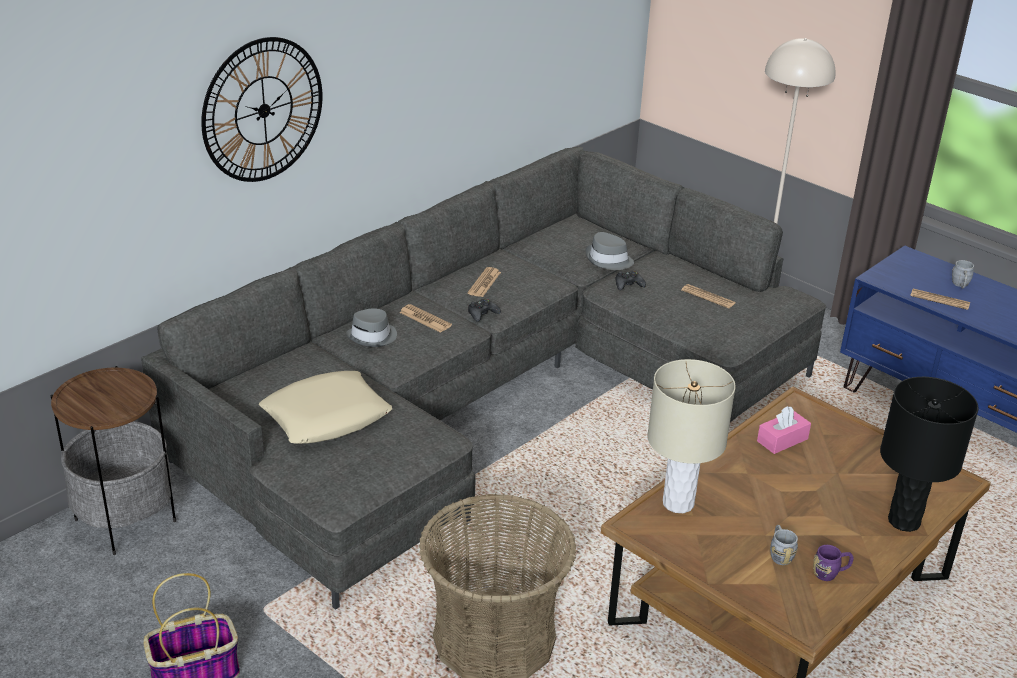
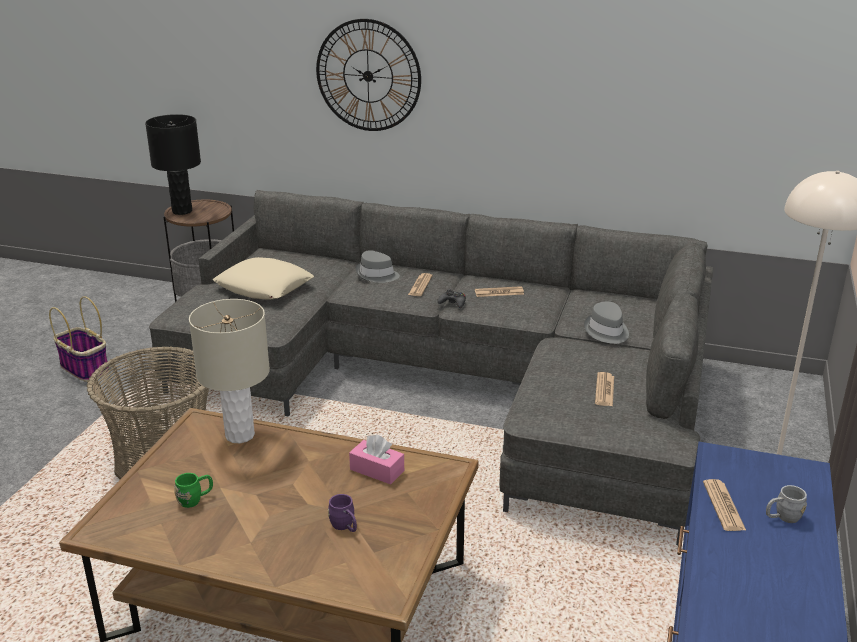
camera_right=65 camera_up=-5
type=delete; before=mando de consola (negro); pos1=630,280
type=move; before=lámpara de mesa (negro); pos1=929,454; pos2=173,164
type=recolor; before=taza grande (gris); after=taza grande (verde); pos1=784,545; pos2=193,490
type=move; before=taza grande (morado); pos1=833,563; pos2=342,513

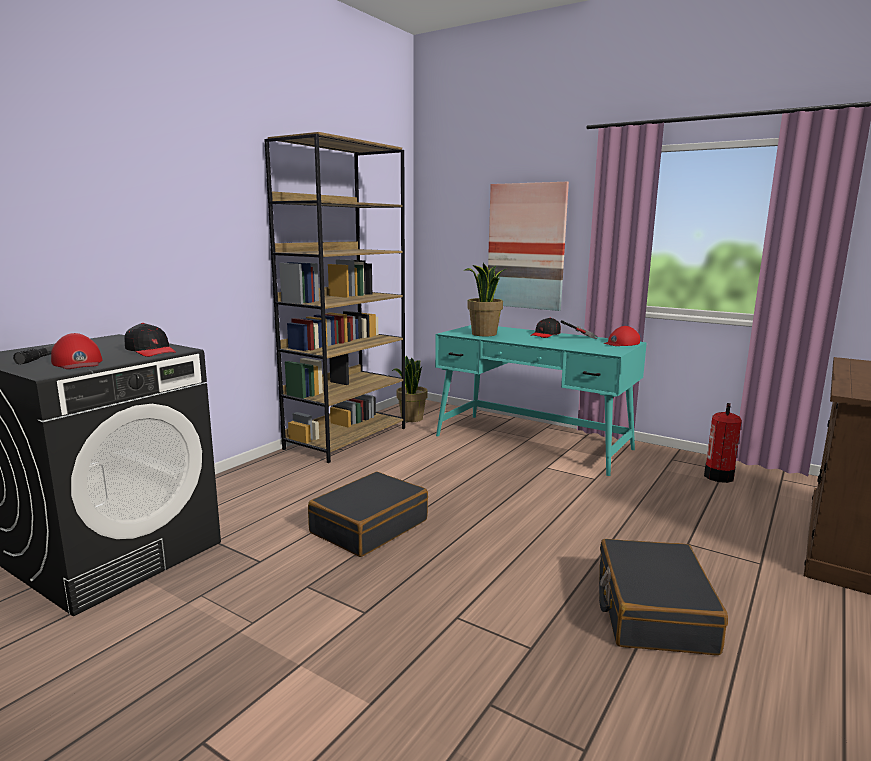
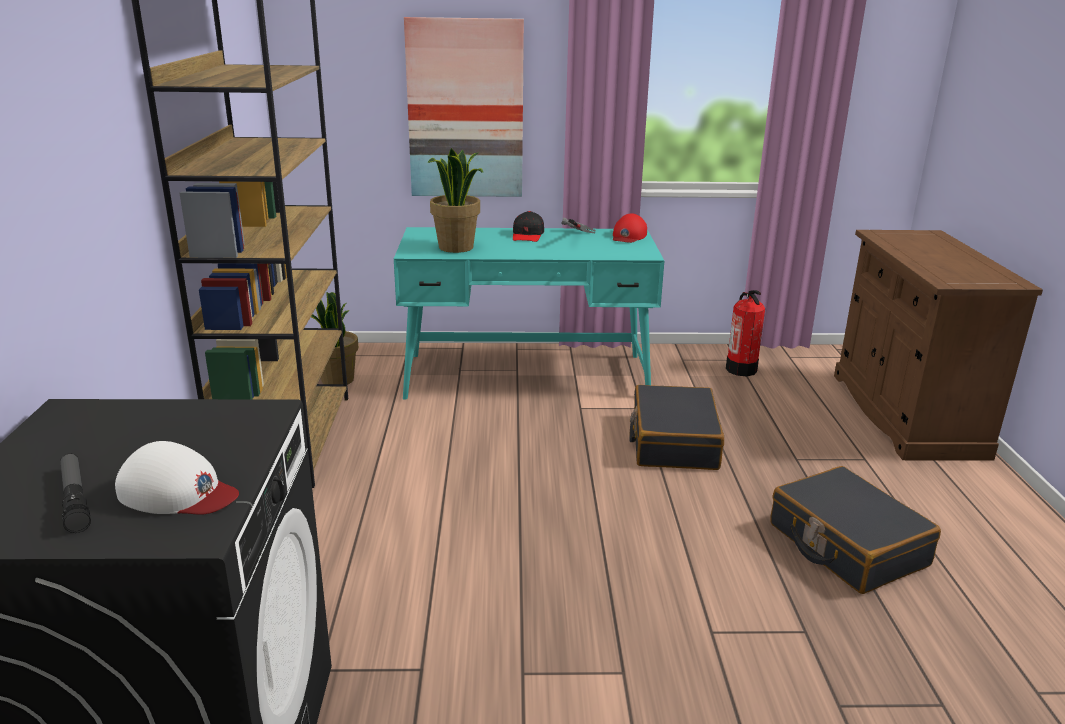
camera_right=-35 camera_up=10
type=delete; before=gorra (negro); pos1=150,340
type=recolor; before=gorra (rojo); after=gorra (blanco); pos1=76,351; pos2=177,478
type=move; before=maleta (negro); pos1=368,514; pos2=676,427

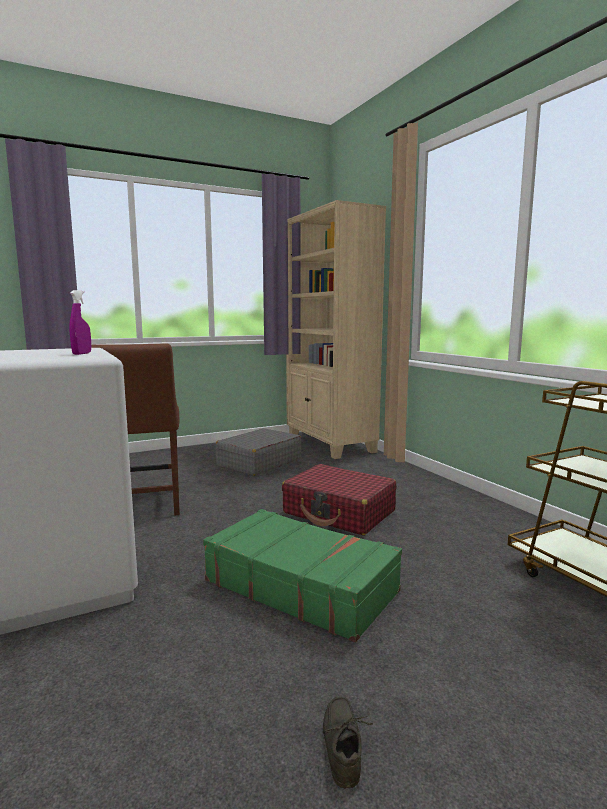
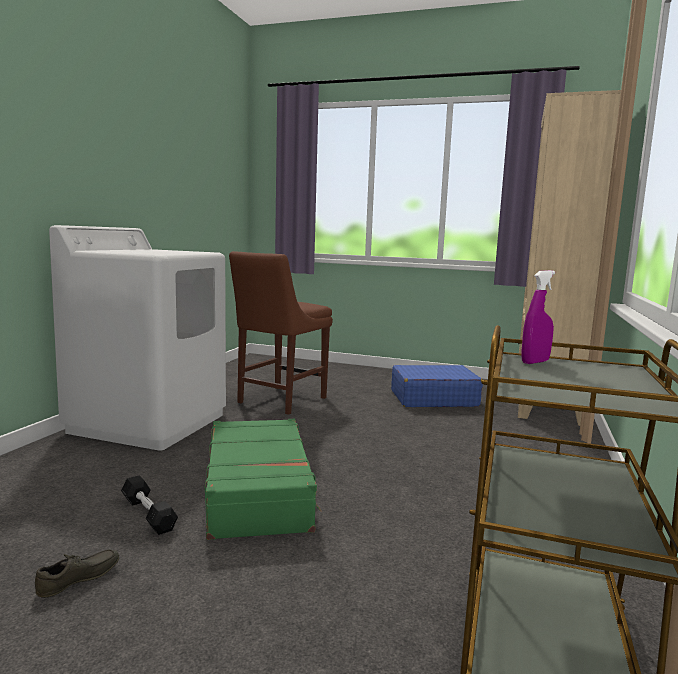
camera_right=45 camera_up=0
type=move; before=pulverizador (morado); pos1=80,322; pos2=538,317
type=recolor; before=maleta (gris); after=maleta (azul); pos1=258,452; pos2=437,386
type=delete; before=maleta (rojo); pos1=339,499
type=insert; after=mancuerna (negro); pos2=149,505

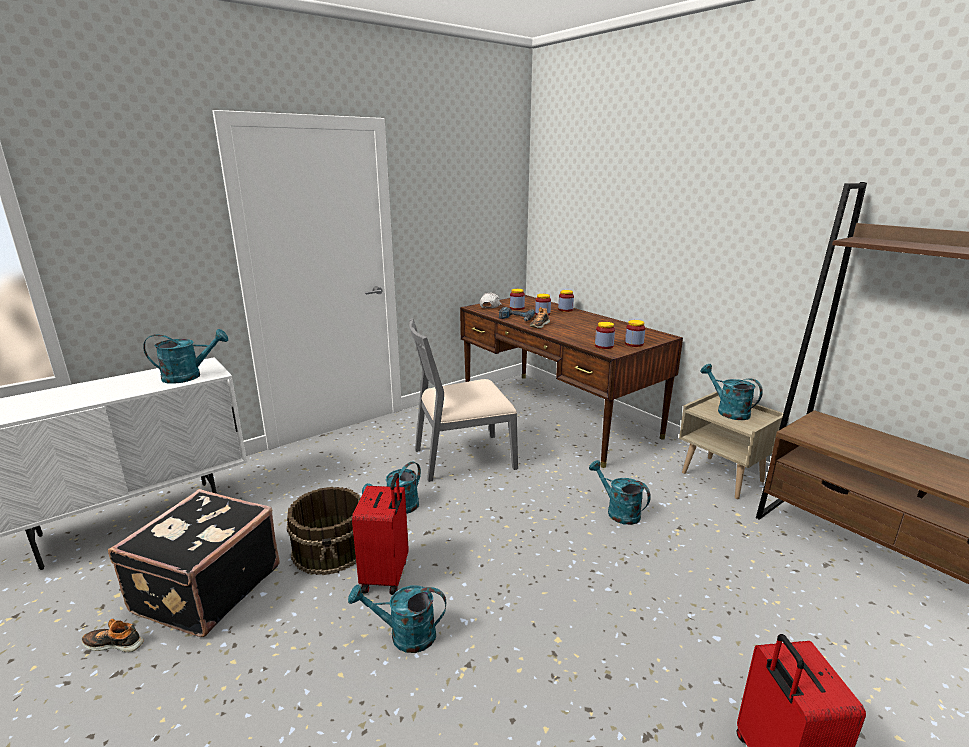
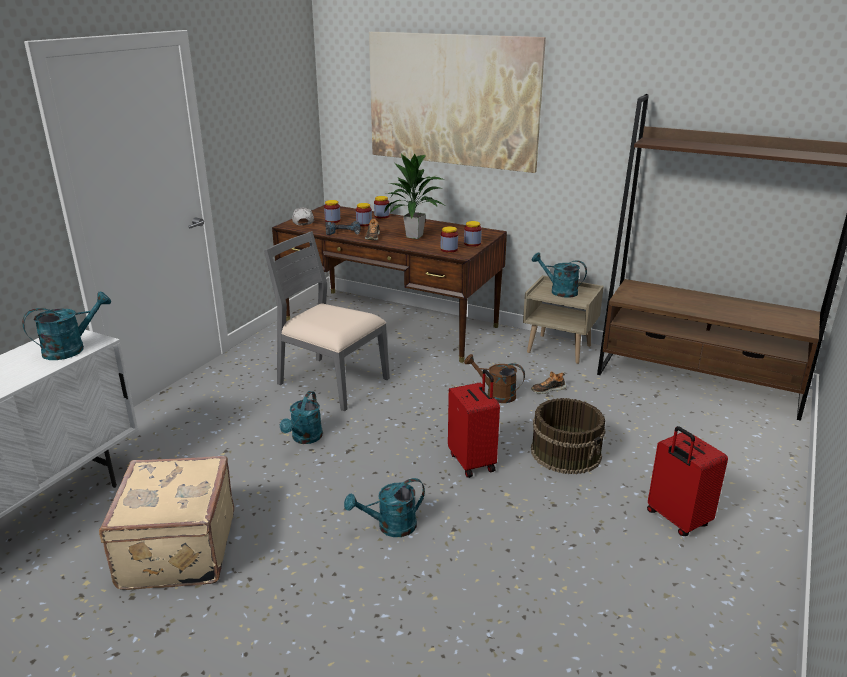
camera_right=-25 camera_up=5
type=rotate; before=silla (gris); pos1=463,400; pos2=327,321; turn=75
type=recolor; before=regadera (turquesa); after=regadera (marrón); pos1=620,492; pos2=494,378
type=move; before=maleta (rojo); pos1=380,534; pos2=474,423
type=move; before=cubo (marrón); pos1=324,531; pos2=568,436
type=recolor; before=maleta (negro); after=maleta (beis); pos1=194,563; pos2=166,523
type=move; before=zapato; pos1=113,635; pos2=549,382
type=insert; after=cuadro; pos2=457,102
type=insert; after=planta en maceta; pos2=414,196

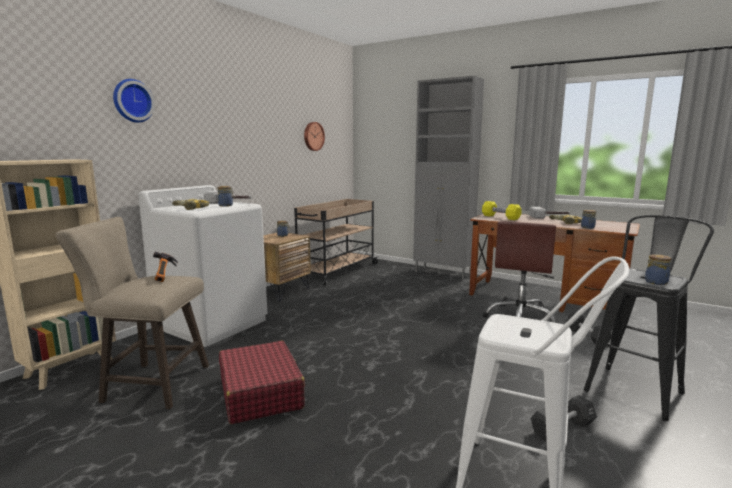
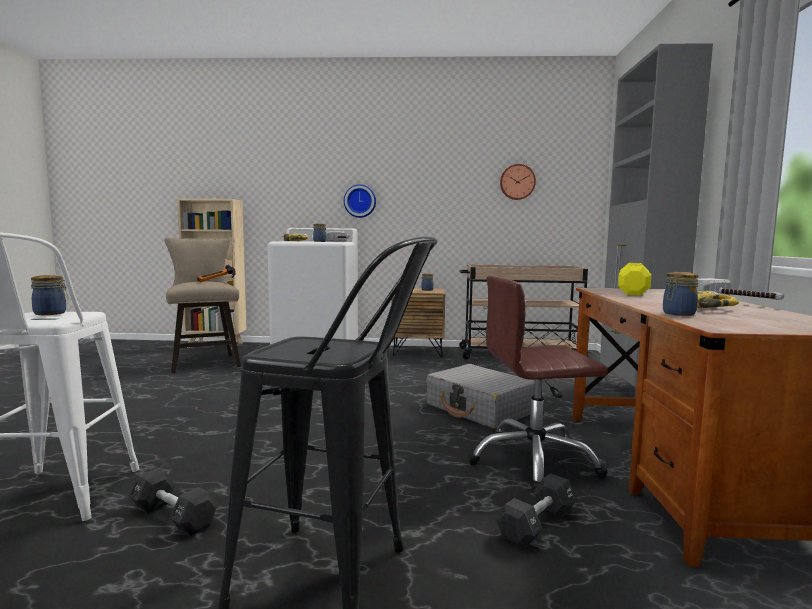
camera_right=60 camera_up=-5
type=move; before=reloj de pared; pos1=134,101; pos2=360,201
type=move; before=tarro; pos1=658,269; pos2=49,295
type=delete; before=maleta (rojo); pos1=262,382
type=insert; after=maleta (gris); pos2=480,396

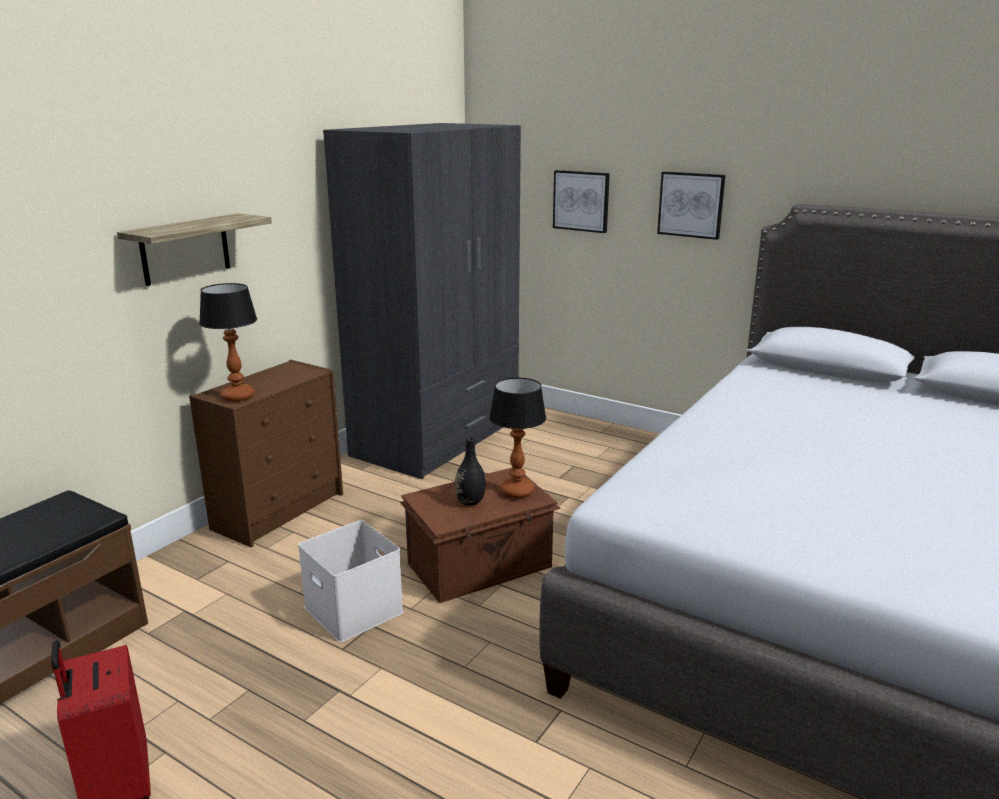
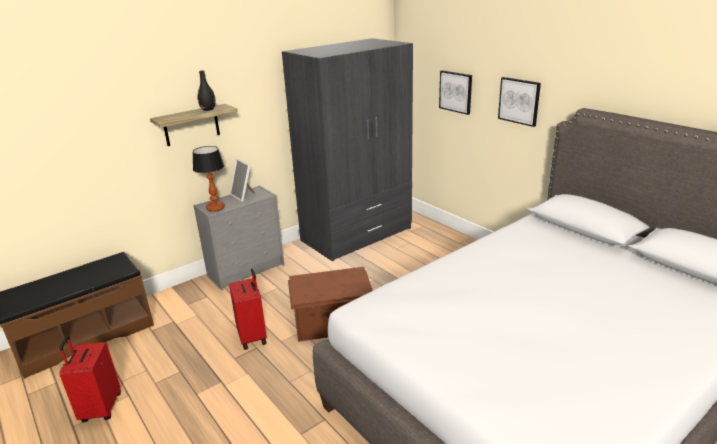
camera_right=20 camera_up=5
type=recolor; before=cómoda (marrón); after=cómoda (gris); pos1=266,454; pos2=239,237
type=delete; before=lámpara de mesa; pos1=517,437
type=move; before=florero (negro); pos1=470,471; pos2=206,90
type=replace; before=caja de almacenaje (blanco); after=maleta (rojo); pos1=351,581; pos2=248,309
type=insert; after=portarretratos; pos2=243,180

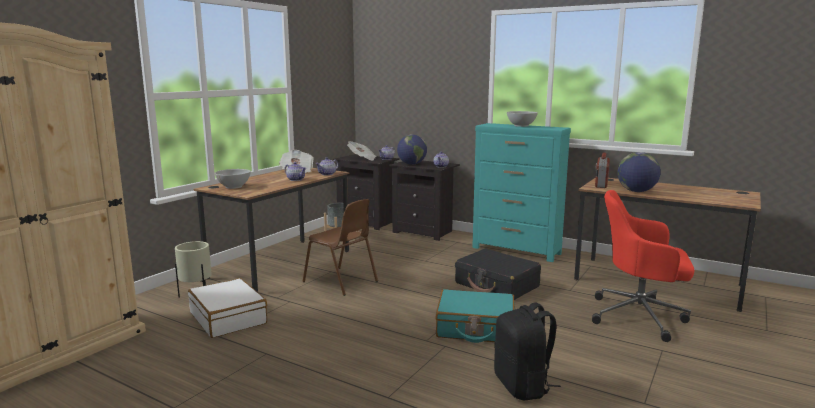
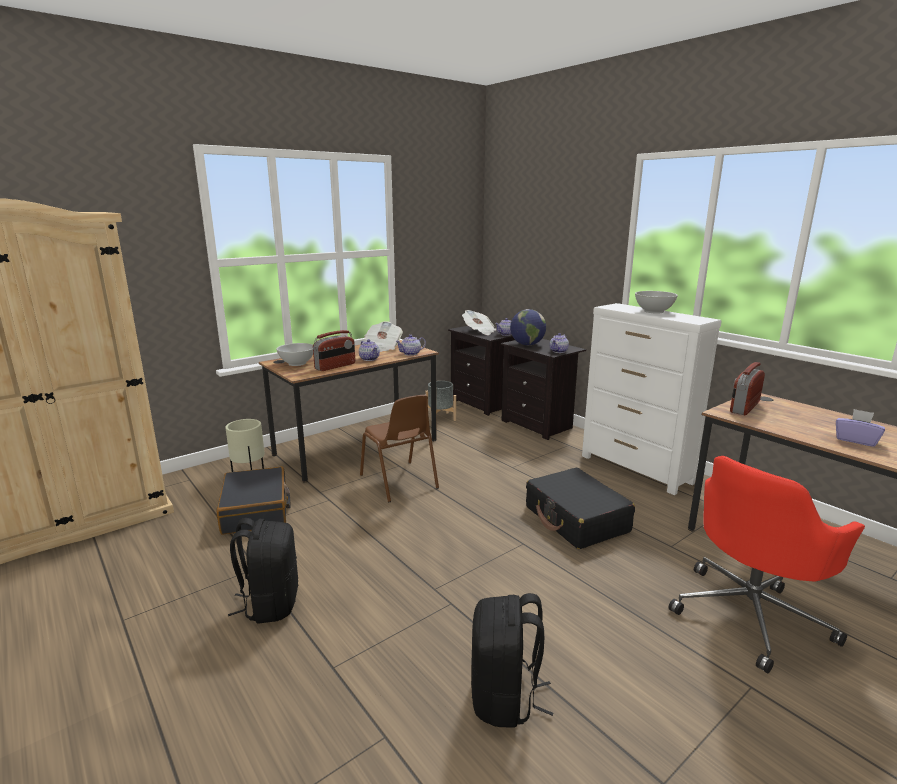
camera_right=20 camera_up=5
type=recolor; before=cómoda (turquesa); after=cómoda (blanco); pos1=521,192; pos2=652,399
type=delete; before=globo terráqueo; pos1=639,172
type=rotate; before=silla de oficina (rojo); pos1=643,266; pos2=767,564; turn=-75
type=recolor; before=maleta (blanco); after=maleta (negro); pos1=227,308; pos2=254,500
type=delete; before=maleta (turquesa); pos1=475,316
type=insert; after=radio; pos2=334,350
type=insert; after=caja de pañuelos (morado); pos2=860,428
type=insert; after=mochila (negro); pos2=263,571

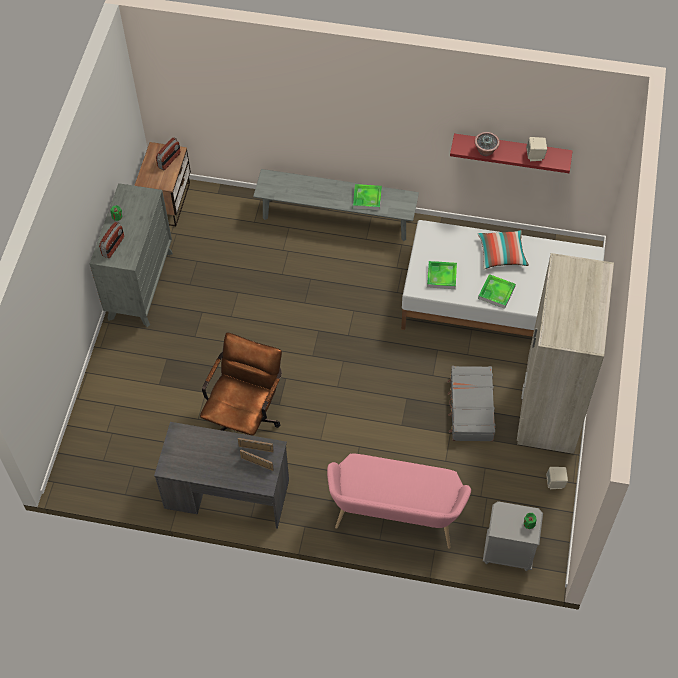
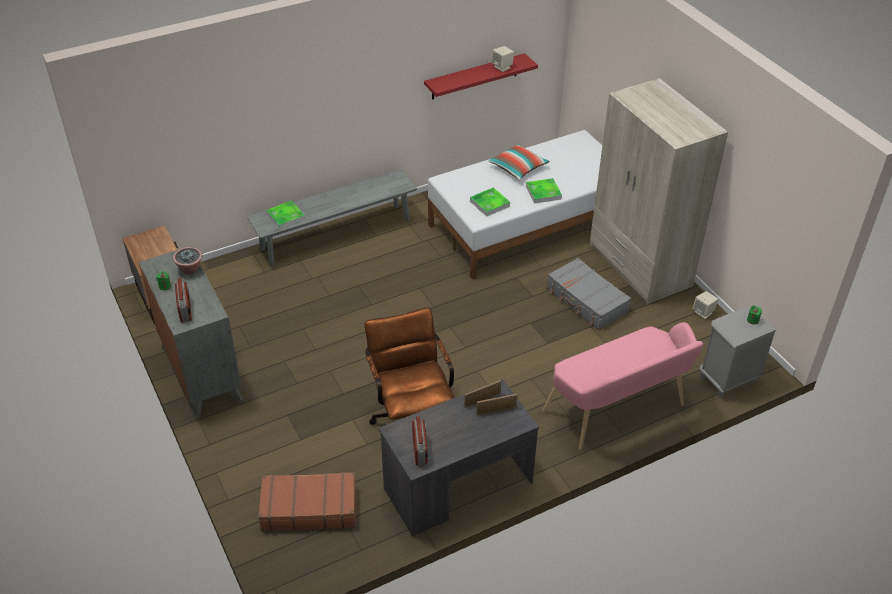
camera_right=-40 camera_up=-15
type=move; before=planta en maceta; pos1=487,144; pos2=187,260
type=move; before=radio; pos1=168,153; pos2=420,440
type=move; before=bandeja; pos1=367,197; pos2=285,214
type=insert; after=maleta (marrón); pos2=307,501

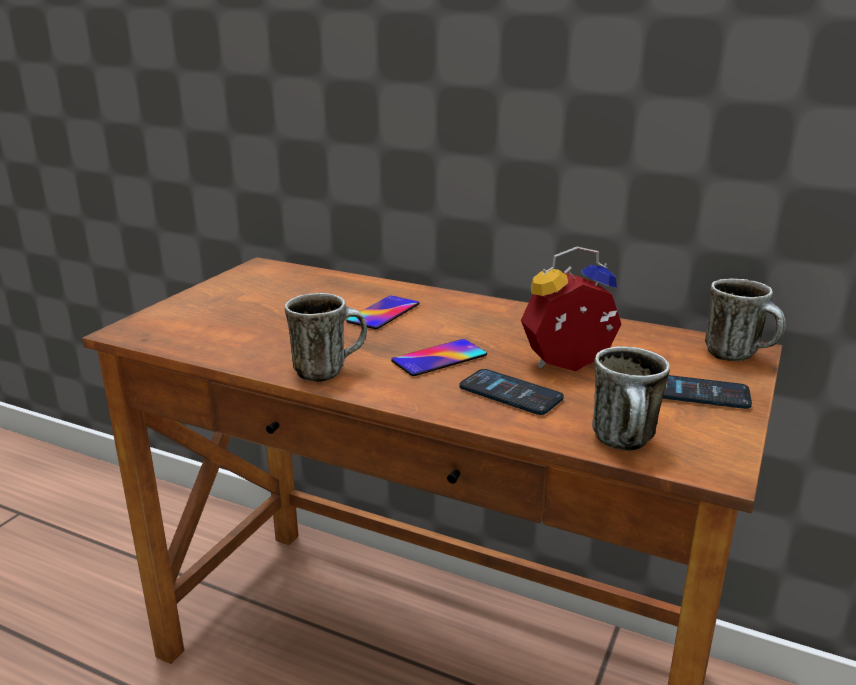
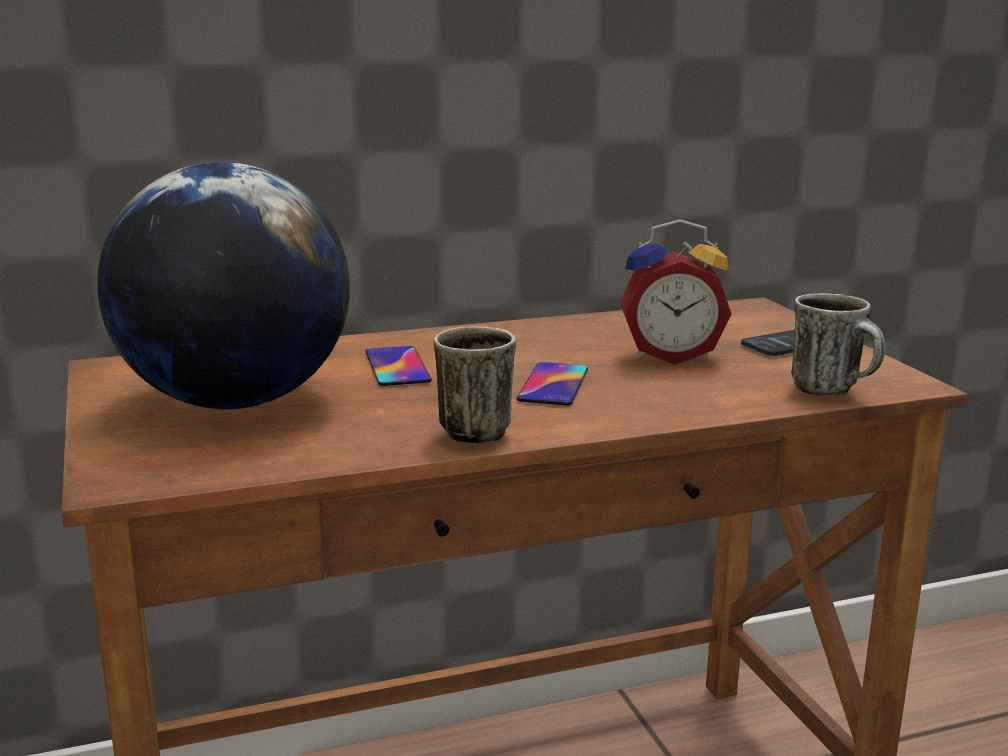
camera_right=-45 camera_up=-5
type=rotate; before=despertador; pos1=571,309; pos2=676,292; turn=-120
type=delete; before=taza grande; pos1=745,320
type=delete; before=móvil; pos1=511,392
type=insert; after=globo terráqueo; pos2=223,285

